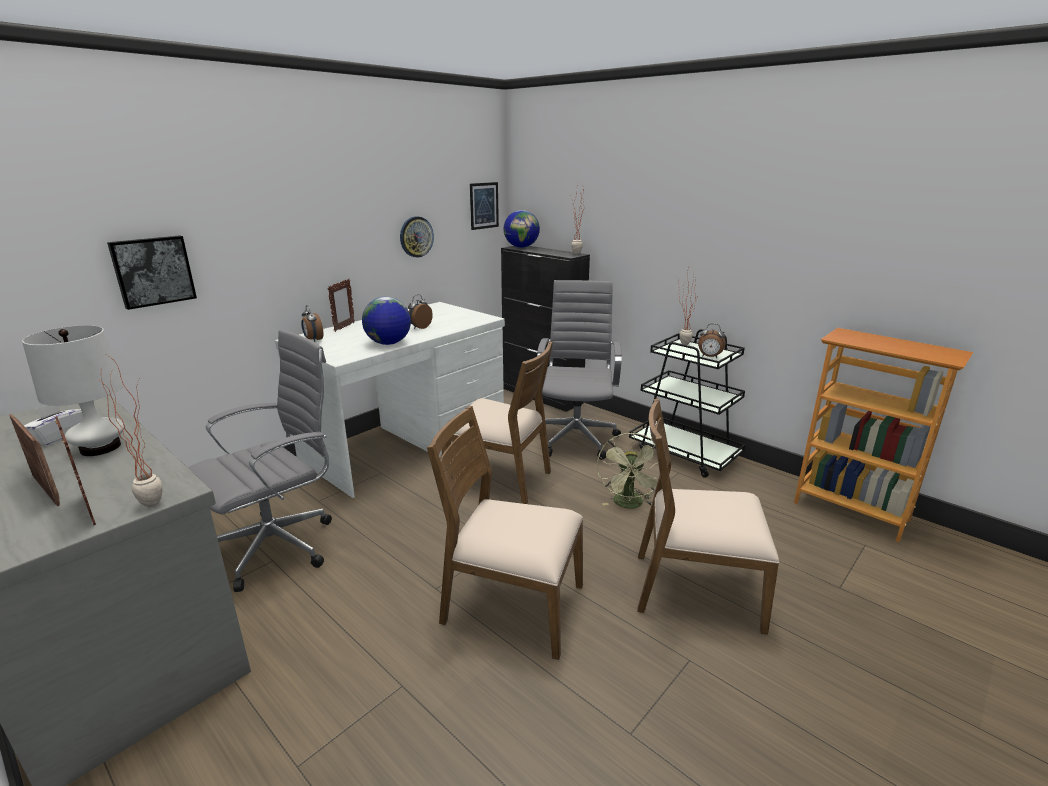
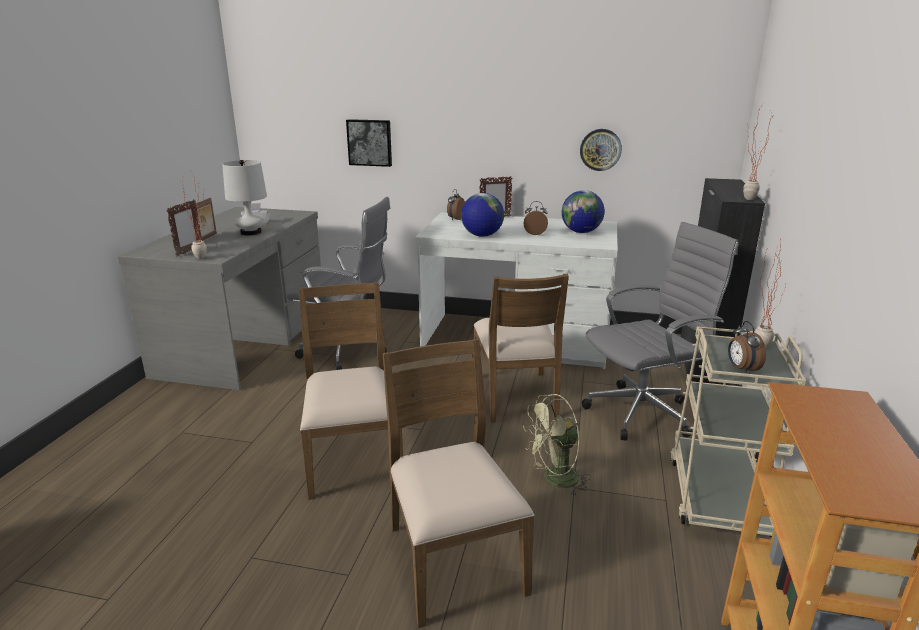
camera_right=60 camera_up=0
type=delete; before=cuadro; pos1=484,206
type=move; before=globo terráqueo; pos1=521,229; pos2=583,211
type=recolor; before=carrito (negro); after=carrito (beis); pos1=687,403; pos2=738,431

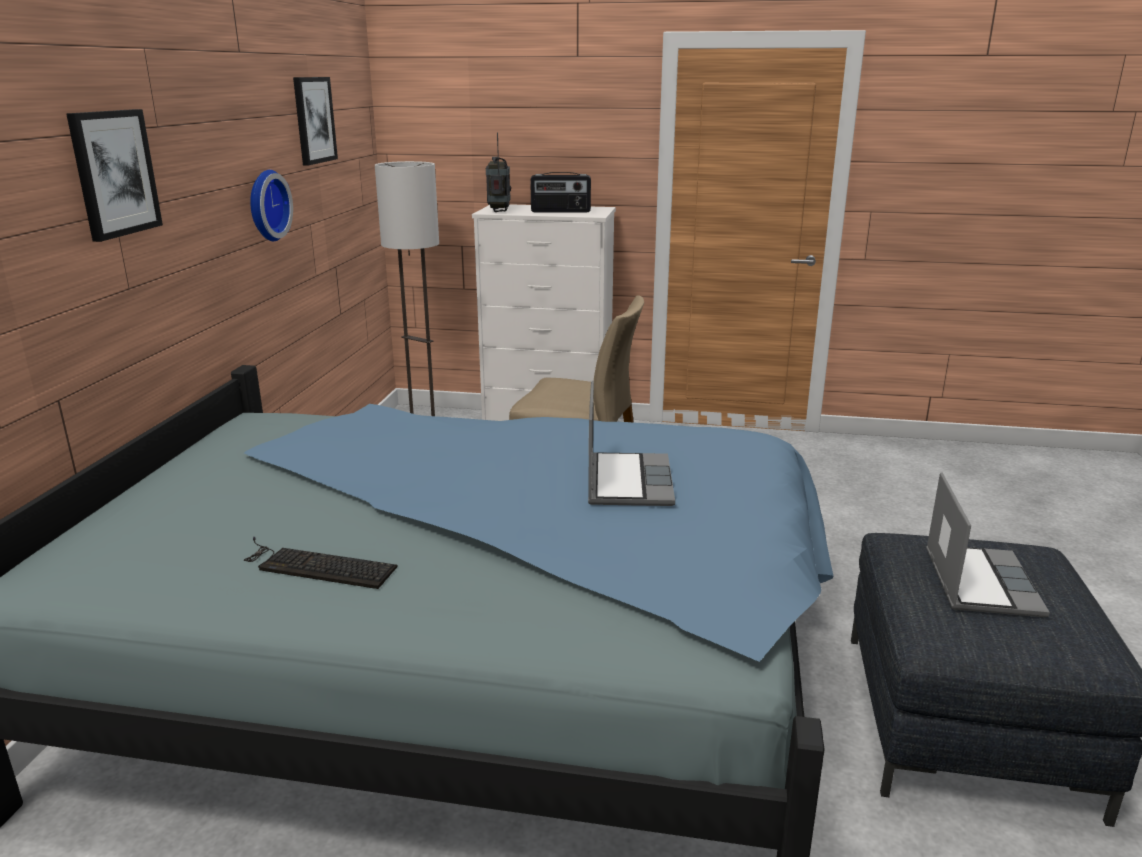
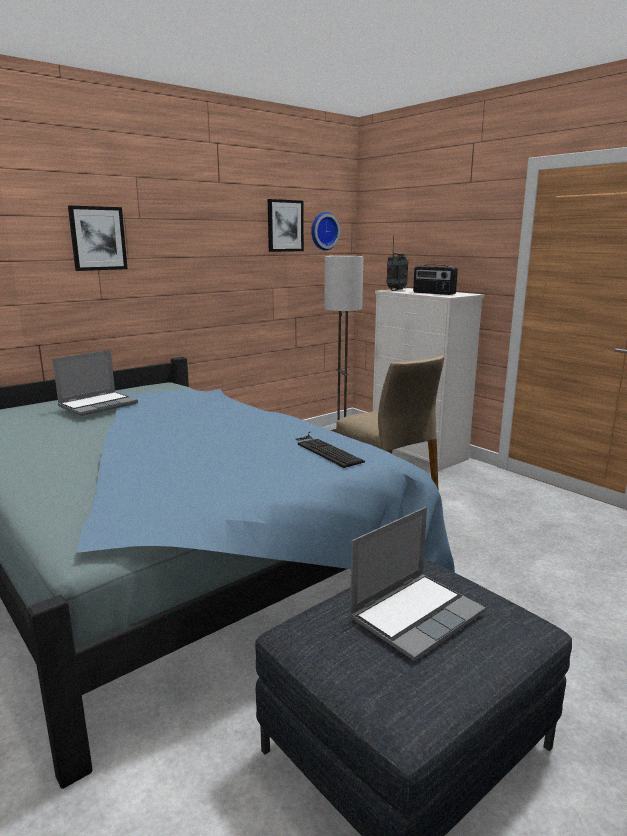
camera_right=40 camera_up=-5
type=move; before=reloj de pared; pos1=271,205; pos2=325,231
type=move; before=portátil; pos1=631,443; pos2=95,383
type=move; before=teclado; pos1=321,563; pos2=330,449

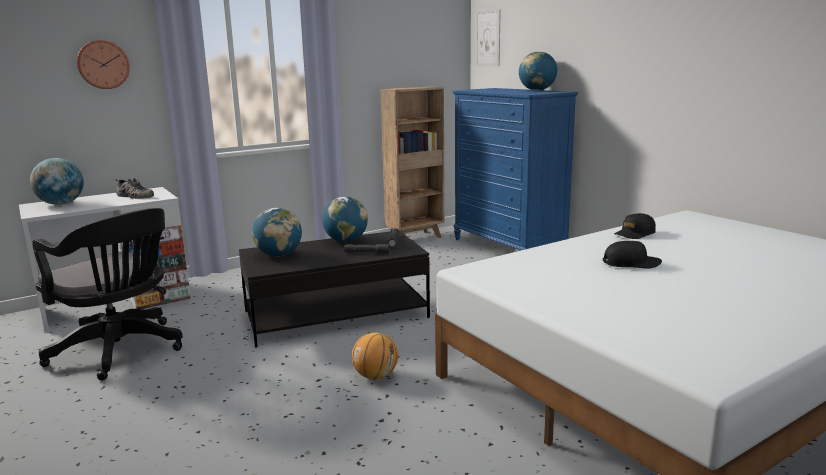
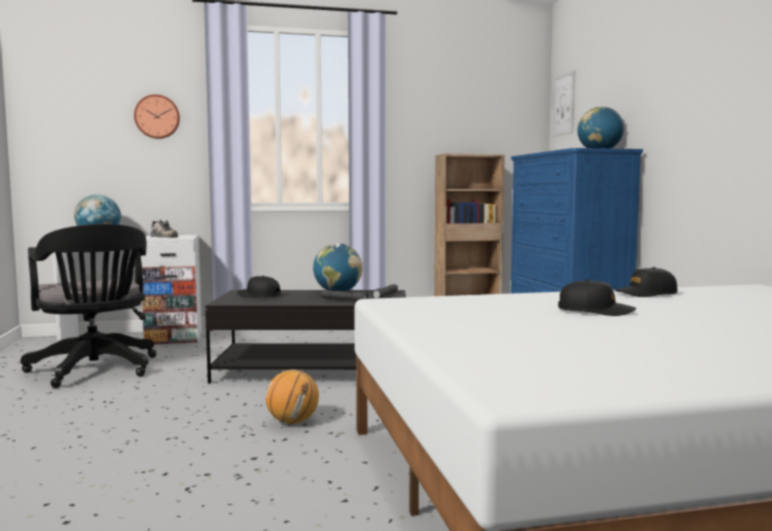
camera_right=20 camera_up=-10
type=replace; before=globo terráqueo; after=gorra (negro); pos1=277,232; pos2=259,286

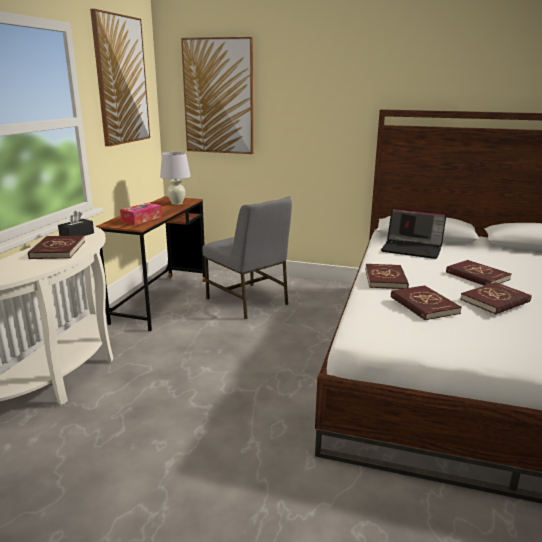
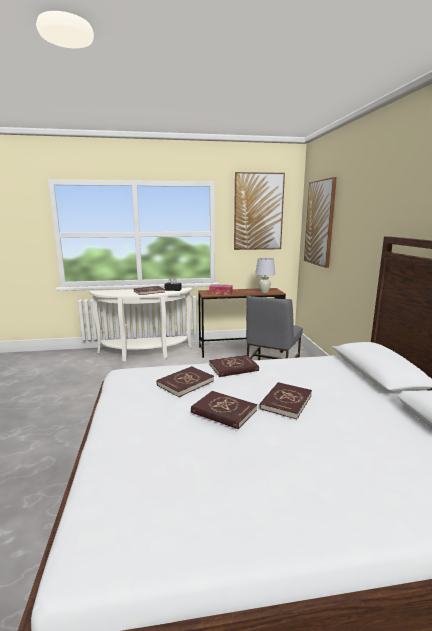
camera_right=65 camera_up=-5
type=delete; before=portátil; pos1=414,233

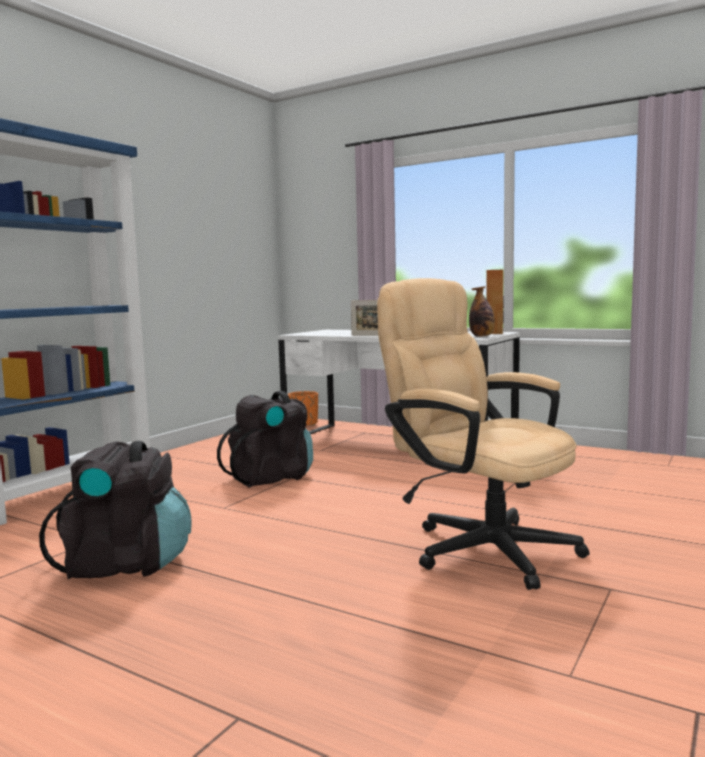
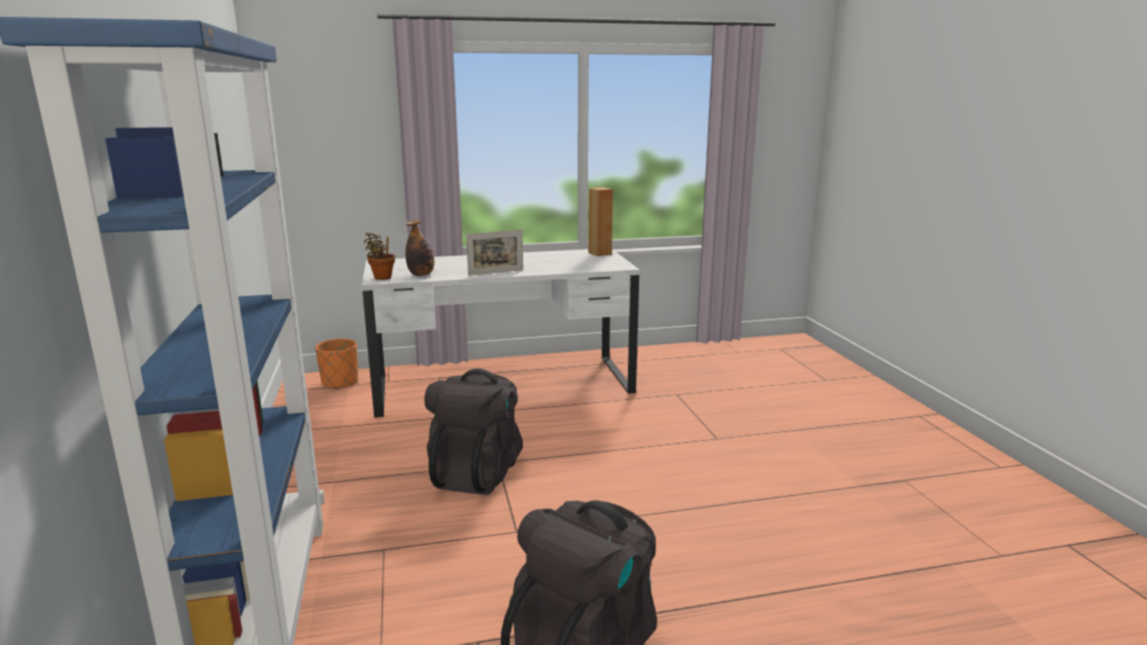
camera_right=-45 camera_up=10
type=delete; before=silla de oficina (beis); pos1=483,434
type=move; before=botella; pos1=482,311; pos2=419,248
type=insert; after=planta en maceta; pos2=379,256

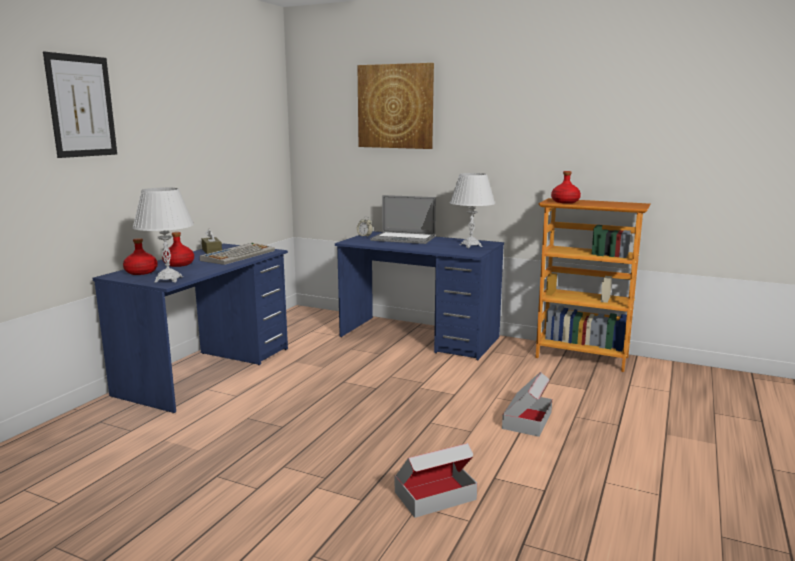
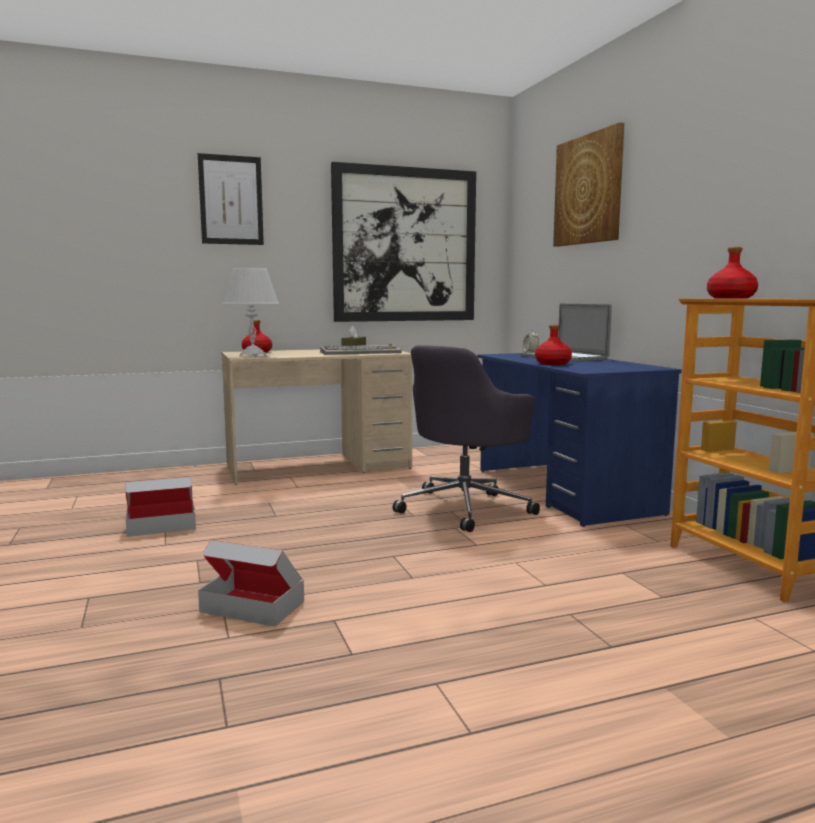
camera_right=45 camera_up=-5
type=delete; before=lámpara de mesa (blanco); pos1=472,210
type=move; before=botella (rojo); pos1=178,249; pos2=553,345
type=recolor; before=escritorio (azul); after=escritorio (beis); pos1=190,328; pos2=317,417
type=move; before=caja de cartón; pos1=527,404; pos2=160,506
type=insert; after=cuadro; pos2=403,242
type=insert; after=silla de oficina (gris); pos2=466,438

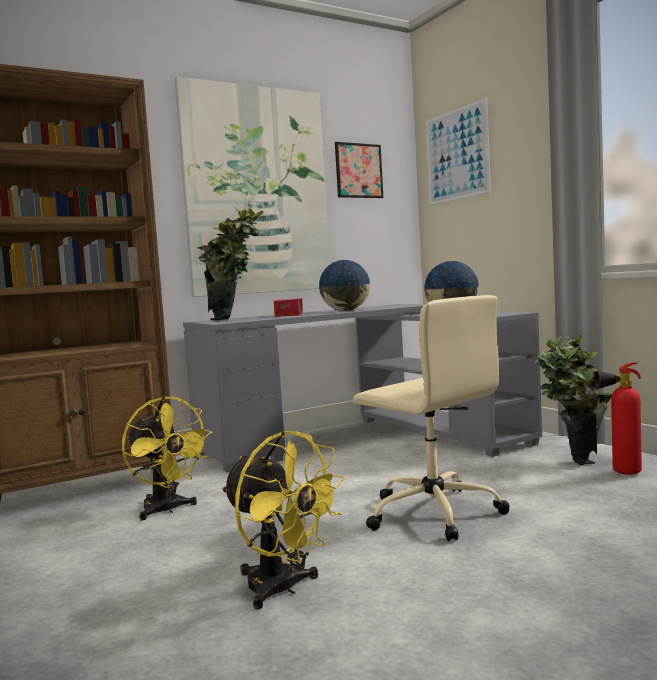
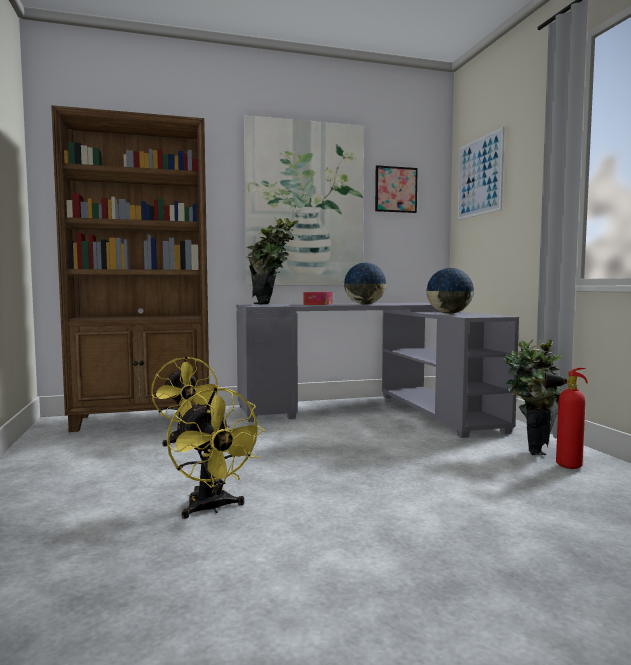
camera_right=15 camera_up=0
type=delete; before=silla de oficina (beis); pos1=431,418

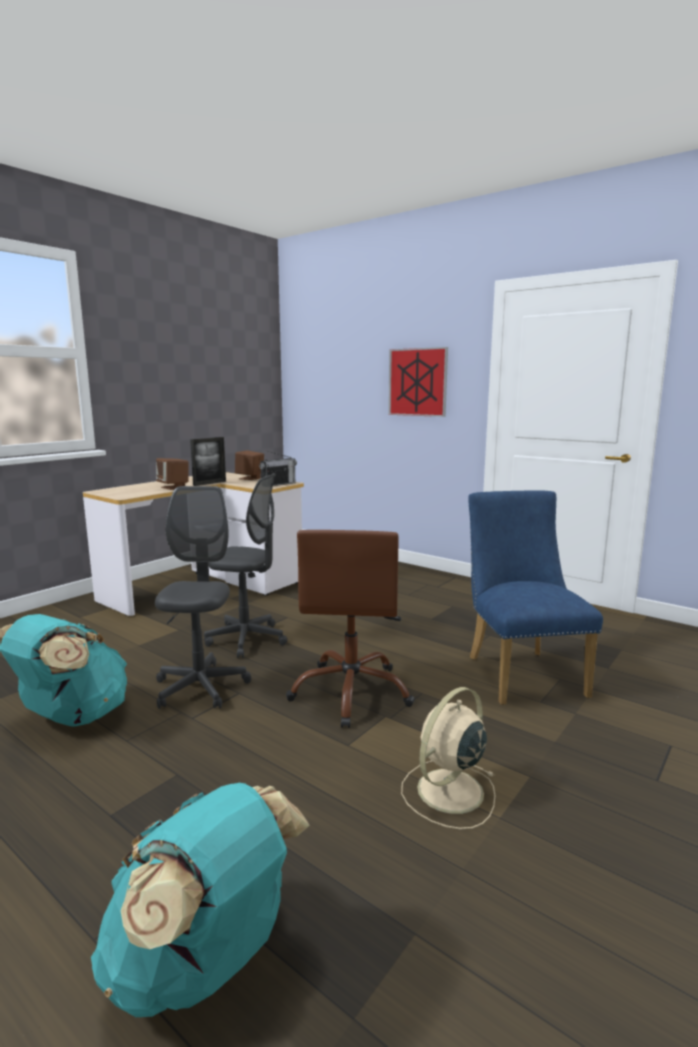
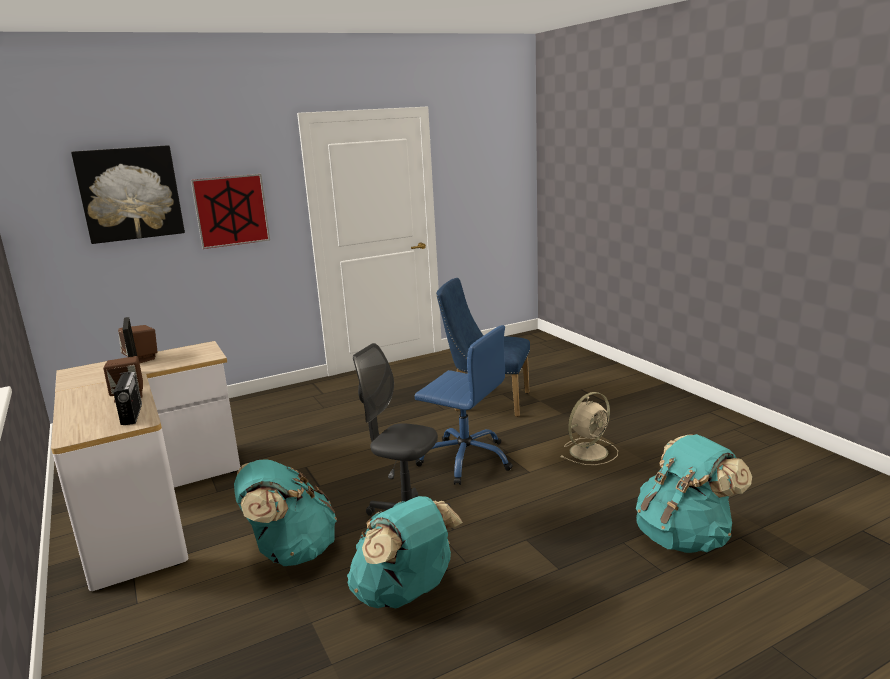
camera_right=-65 camera_up=5
type=move; before=radio; pos1=278,468; pos2=127,398
type=delete; before=silla de oficina (gris); pos1=245,565
type=recolor; before=silla de oficina (marrón); after=silla de oficina (azul); pos1=350,629; pos2=463,405
type=rotate; before=ventilador (beis); pos1=448,758; pos2=589,428; turn=-105
type=insert; after=cuadro; pos2=128,194
type=insert; after=mochila (turquesa); pos2=285,512

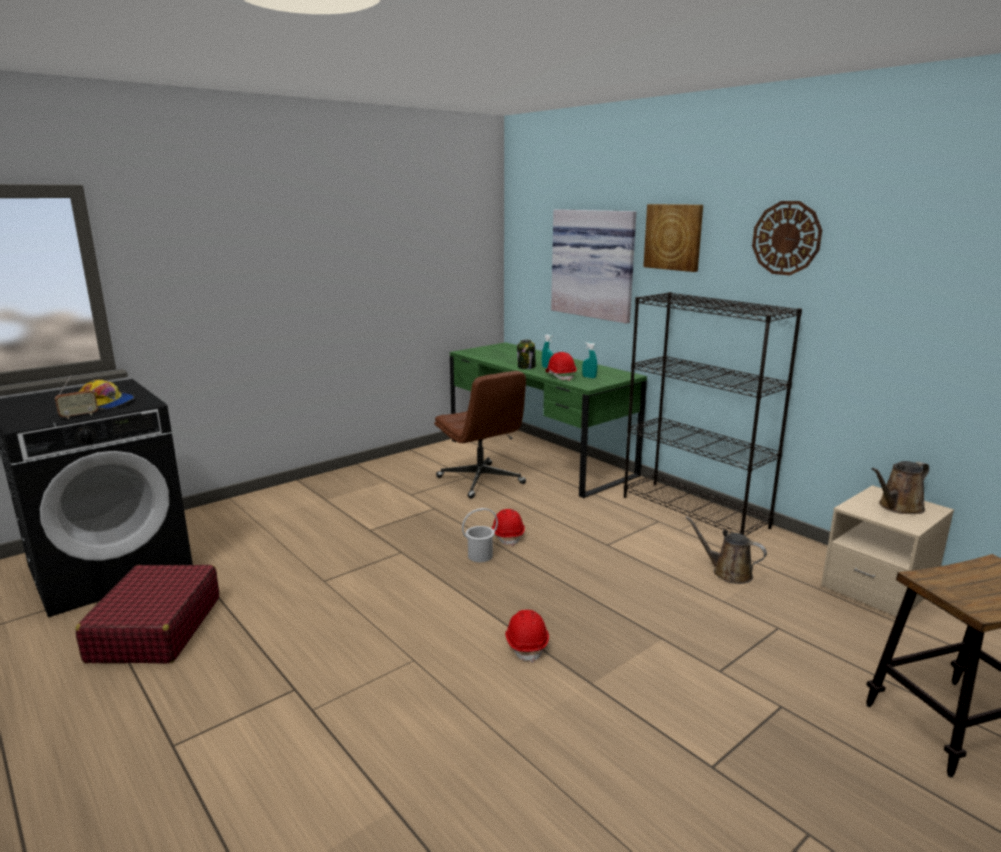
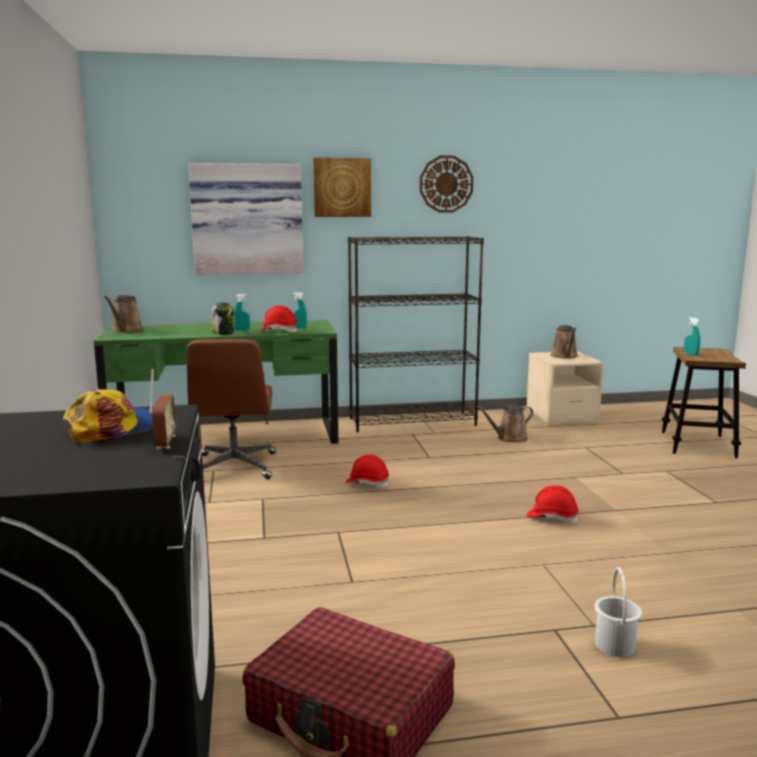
camera_right=-60 camera_up=-5
type=rotate; before=silla de oficina (marrón); pos1=480,434; pos2=231,409; turn=90
type=move; before=cubo (blanco); pos1=480,535; pos2=618,612
type=insert; after=regadera (marrón); pos2=124,314
type=insert; after=pulverizador (turquesa); pos2=692,336

